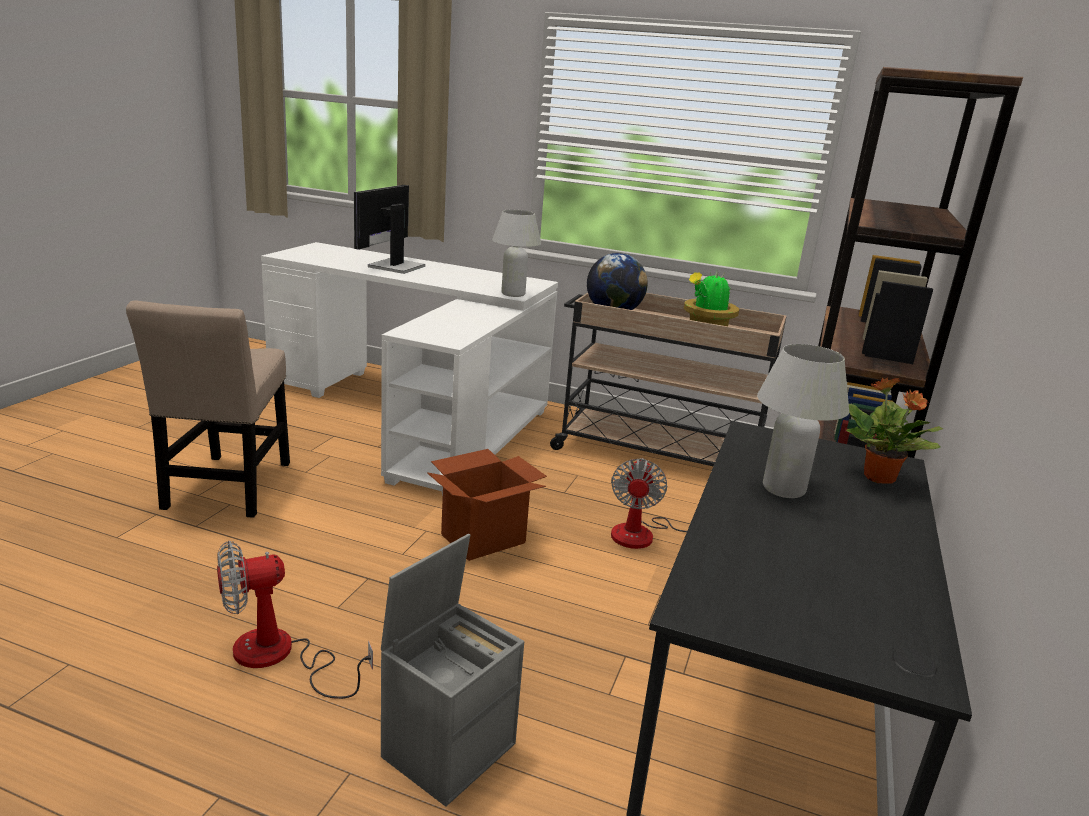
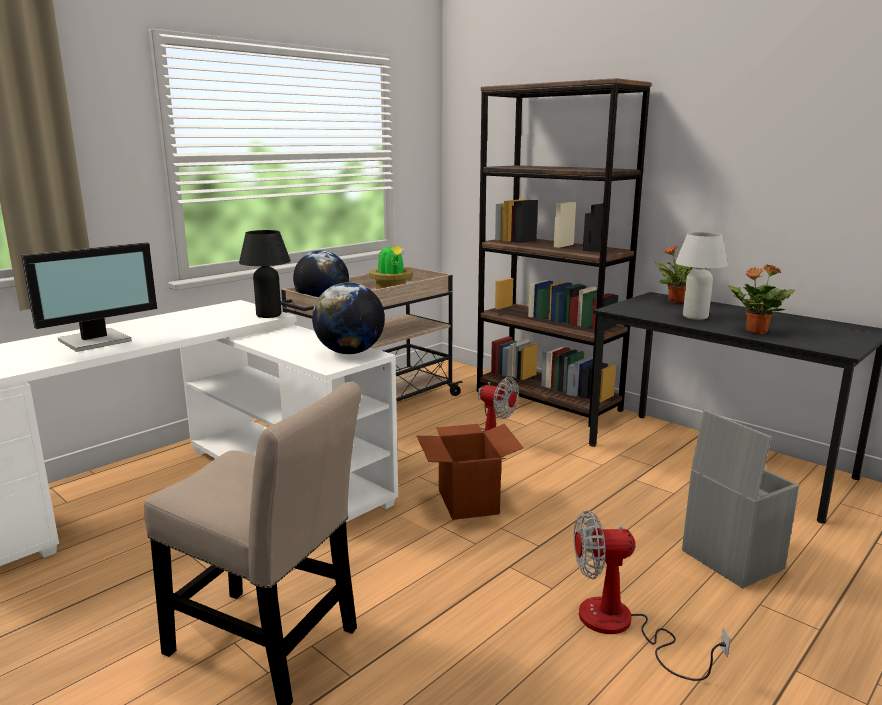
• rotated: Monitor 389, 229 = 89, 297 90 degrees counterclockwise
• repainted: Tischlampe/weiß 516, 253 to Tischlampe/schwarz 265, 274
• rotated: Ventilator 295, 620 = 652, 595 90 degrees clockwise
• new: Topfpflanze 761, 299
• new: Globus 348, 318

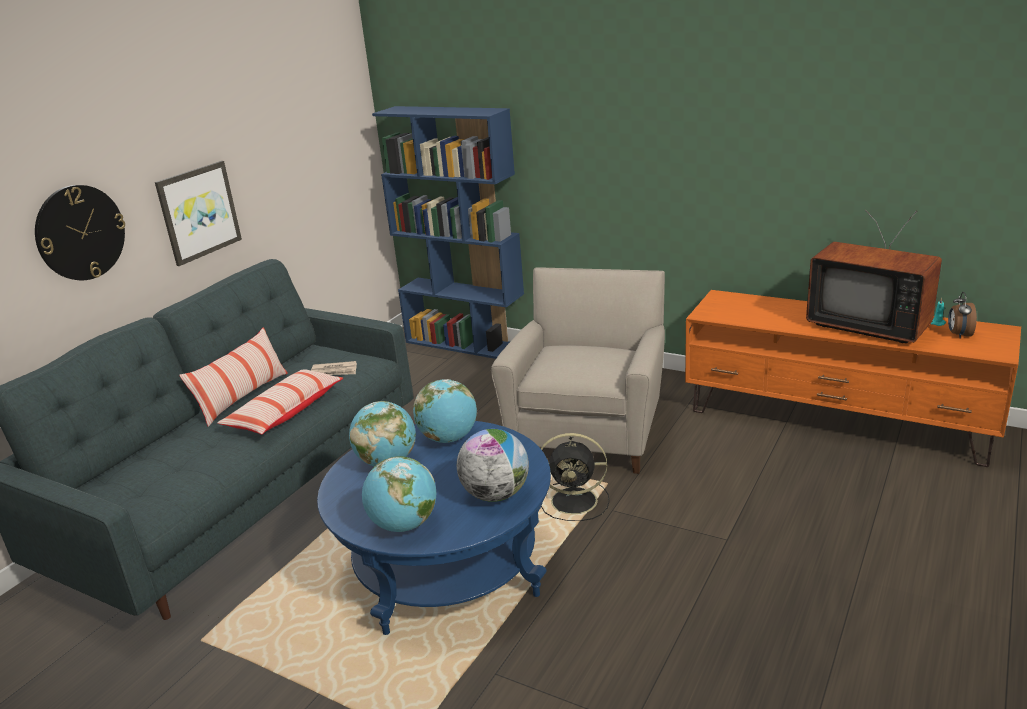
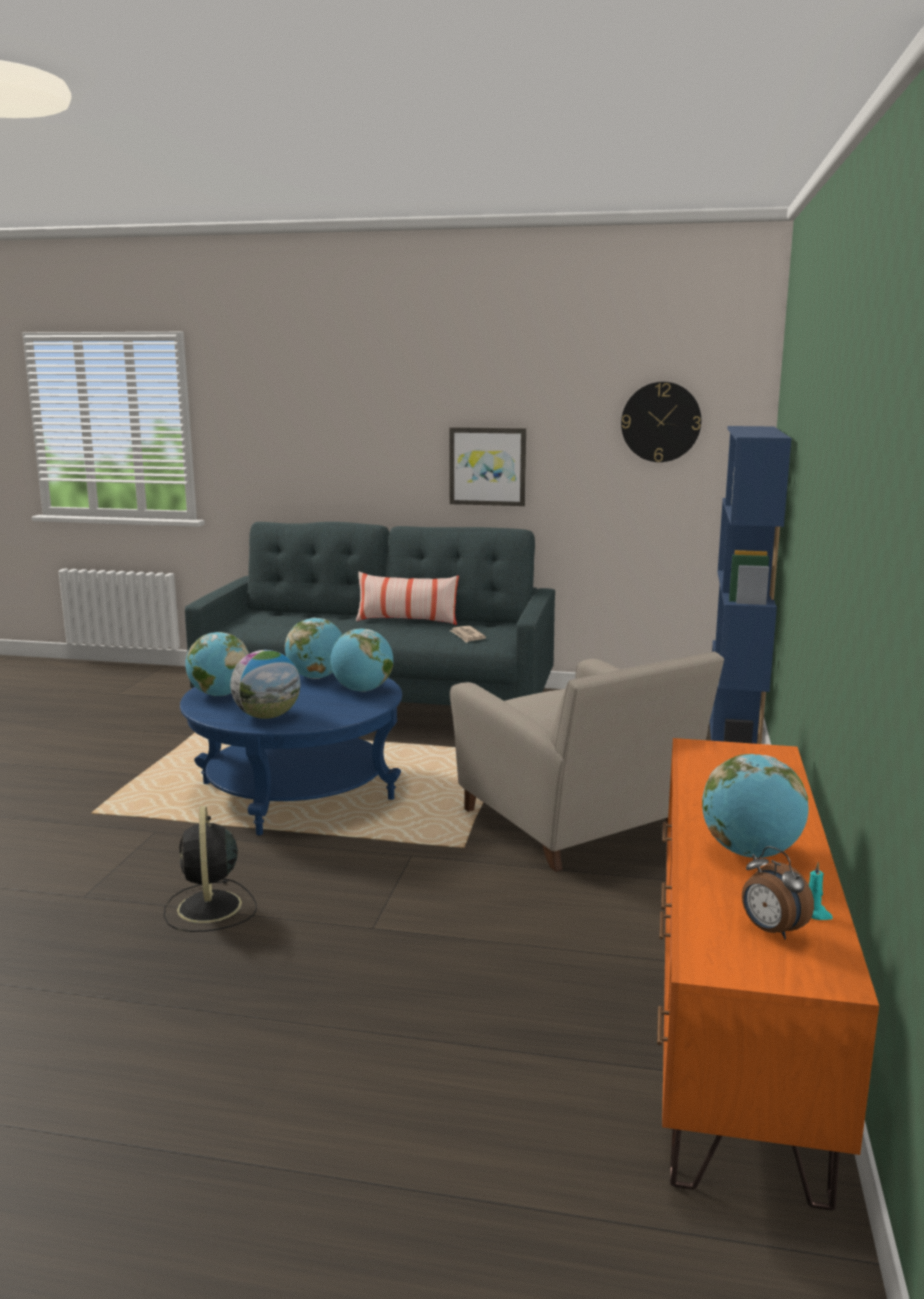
• shifted: Wanduhr 80, 232 to 661, 422
• swapped: Fernseher 874, 276 to Globus 755, 806
• rotated: Sessel/beige 578, 370 = 587, 761 60 degrees clockwise
• rotated: Wecker 962, 315 = 778, 892 120 degrees counterclockwise
• gone: Kissen 280, 402
• shifted: Ventilator/schwarz 575, 477 to 210, 869

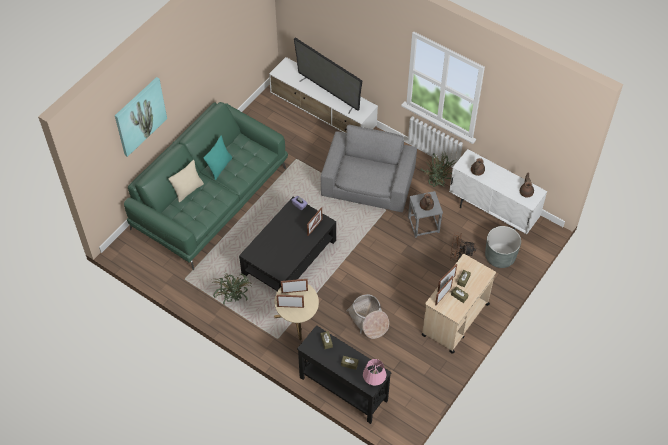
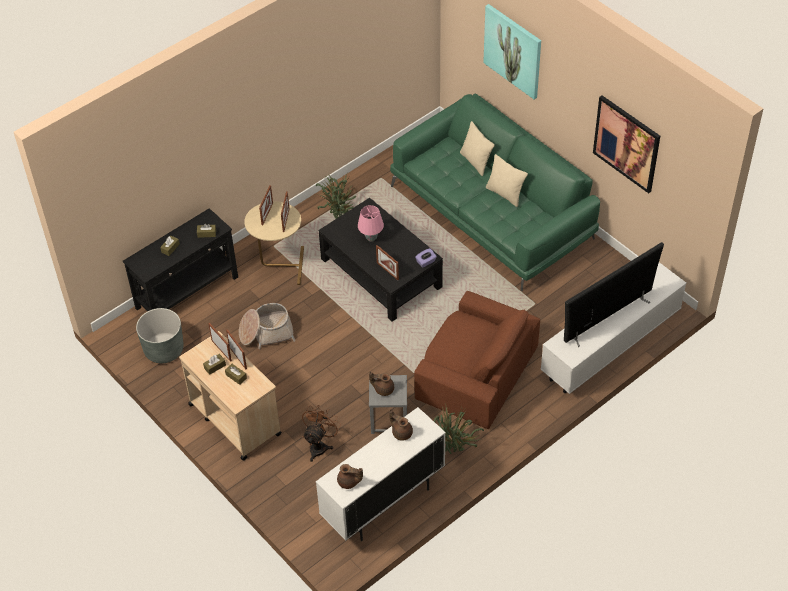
• repainted: Sessel/grau 369, 168 to Sessel/braun 477, 360
• repainted: Kissen/türkis 218, 157 to Kissen/beige 507, 180
• shifted: Pflanzkübel/grau 503, 247 to 160, 335
• shifted: Tischlampe/rosa 374, 372 to 371, 223
• new: Bild 626, 144

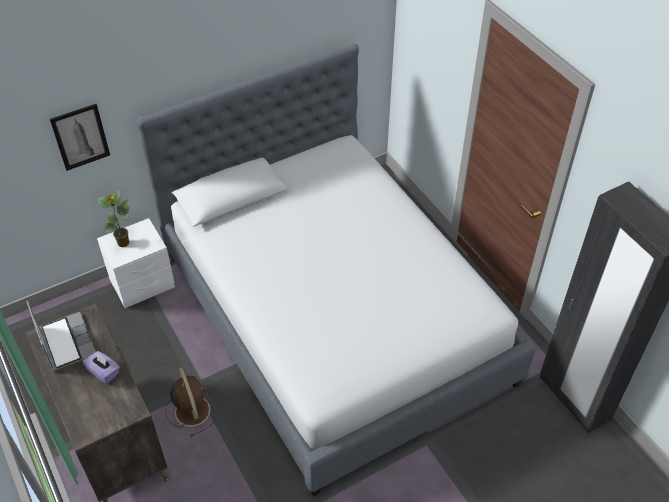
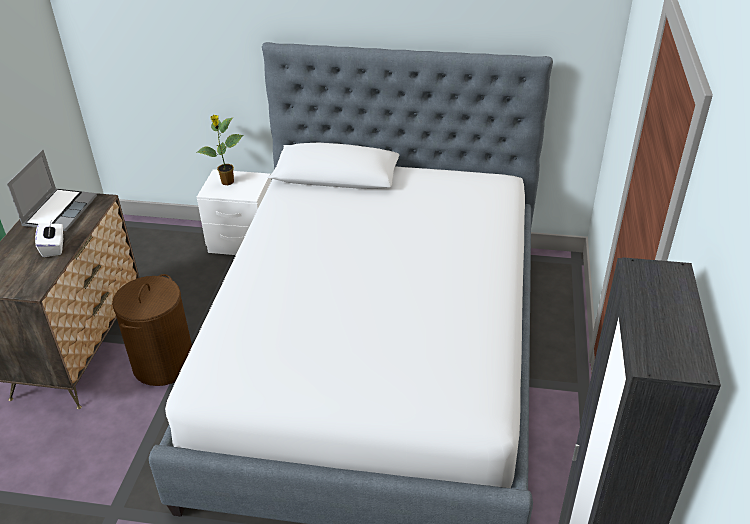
• gone: Bild 80, 137
• repainted: Taschentuchbox/lila 101, 367 to Taschentuchbox/weiß 49, 239
• swapped: Ventilator/braun 191, 402 to Wäschekorb/braun 152, 330

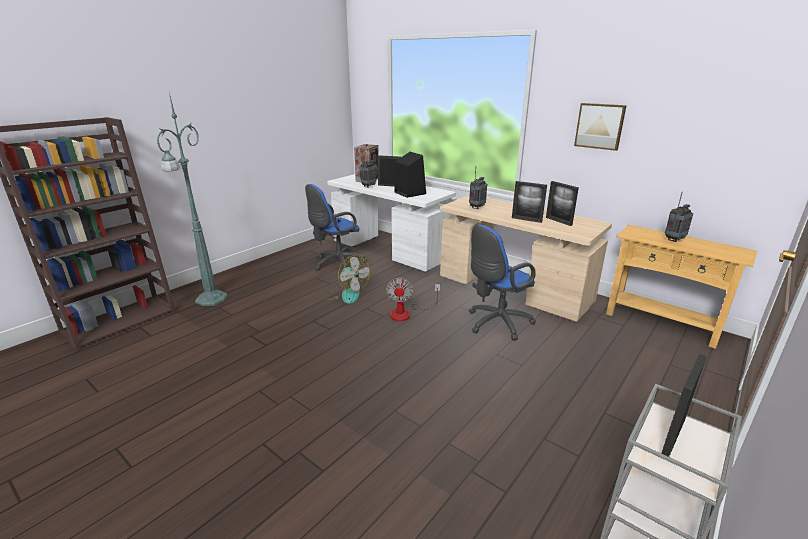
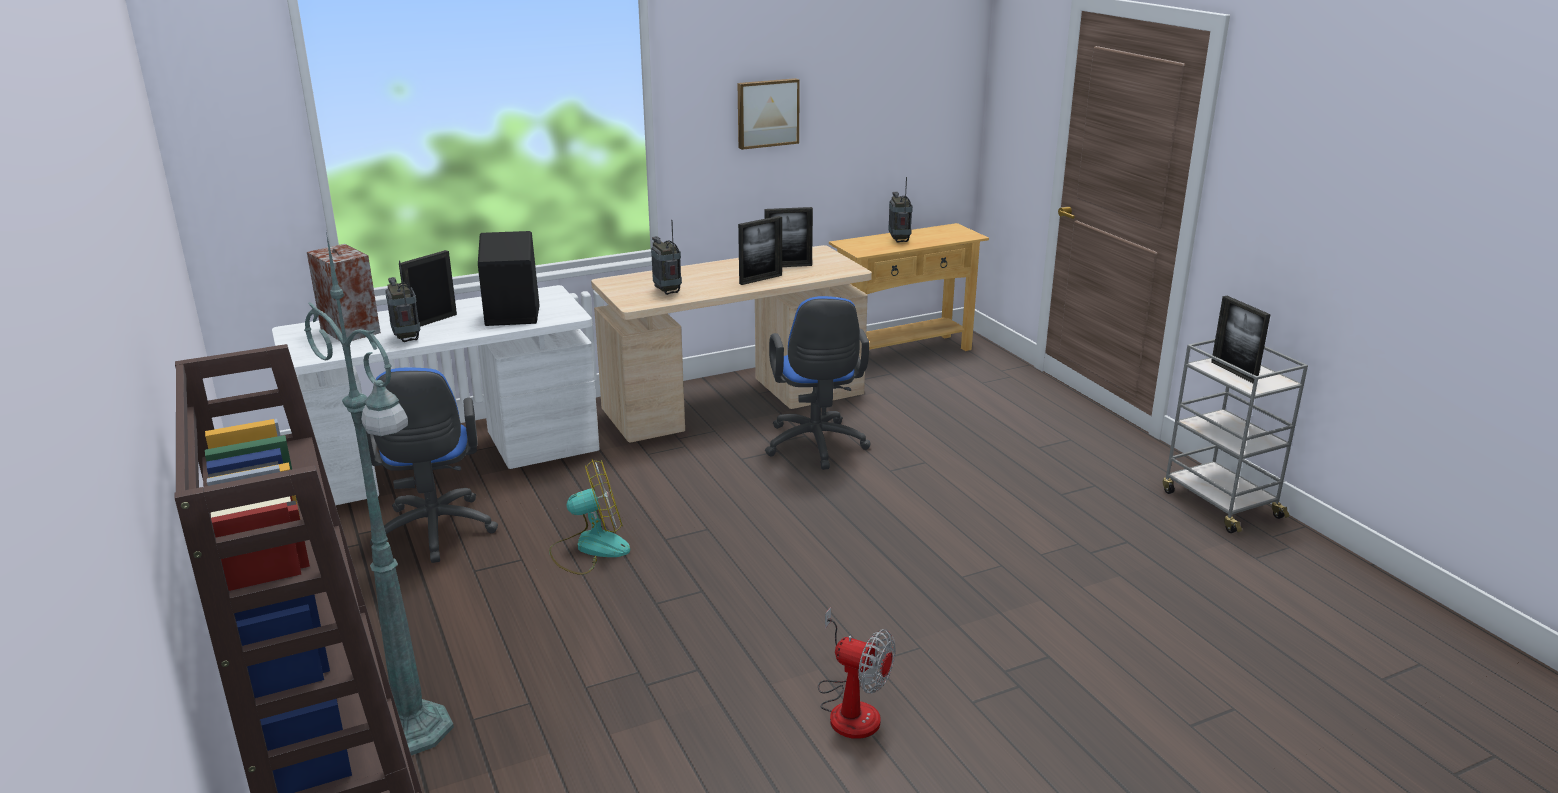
• shifted: Ventilator 413, 299 to 857, 673

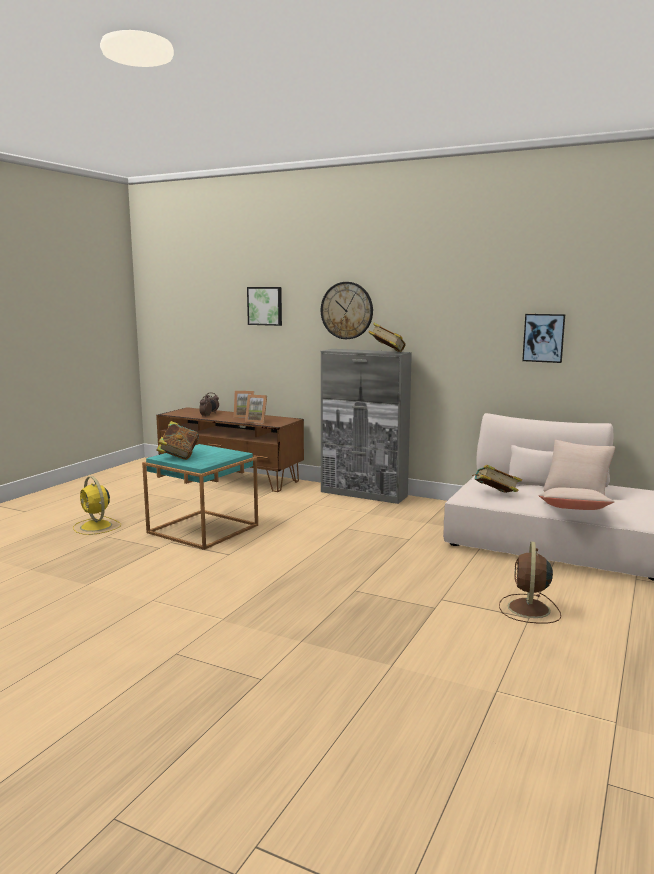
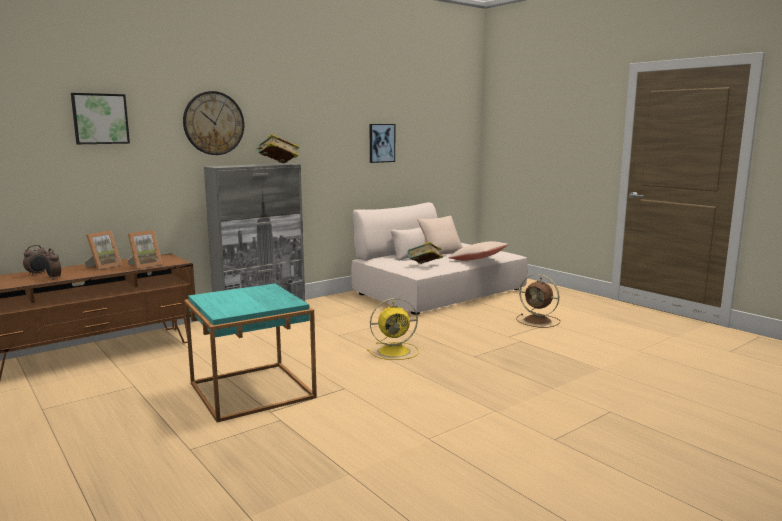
• gone: Buch 177, 440
• shifted: Ventilator/gelb 97, 505 to 393, 329

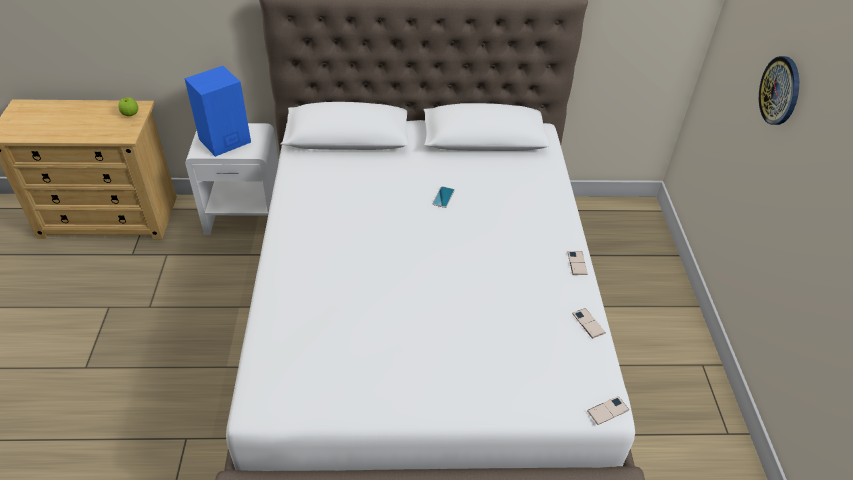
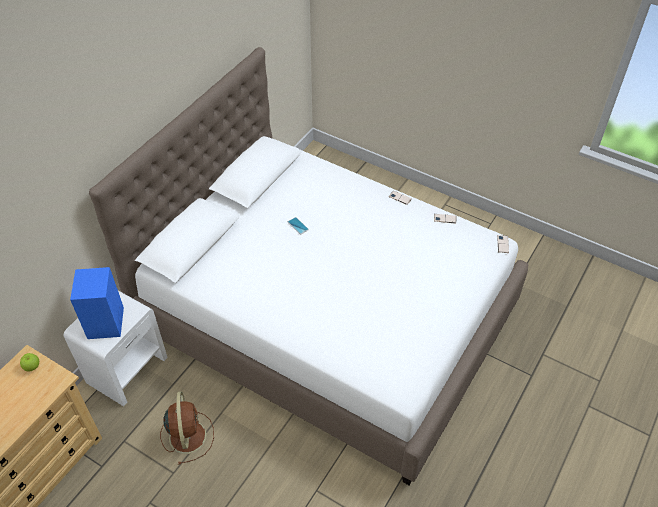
• gone: Wanduhr 779, 90
• new: Ventilator/braun 187, 428

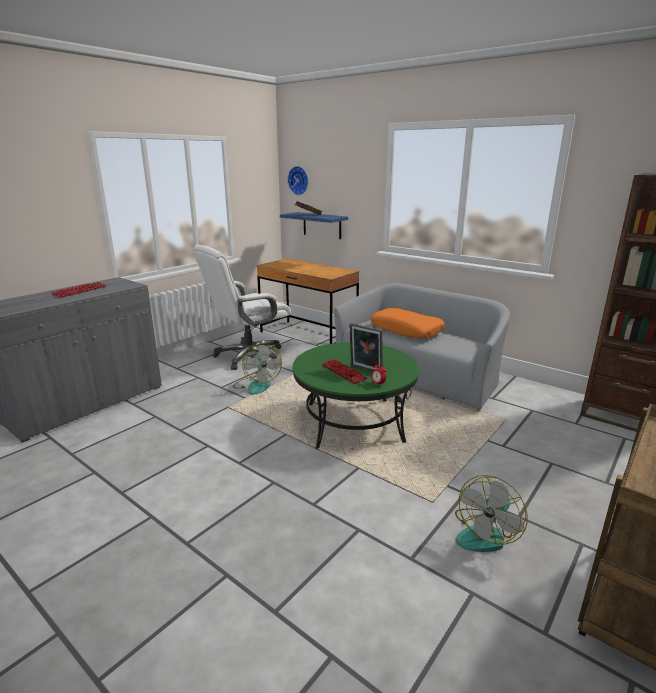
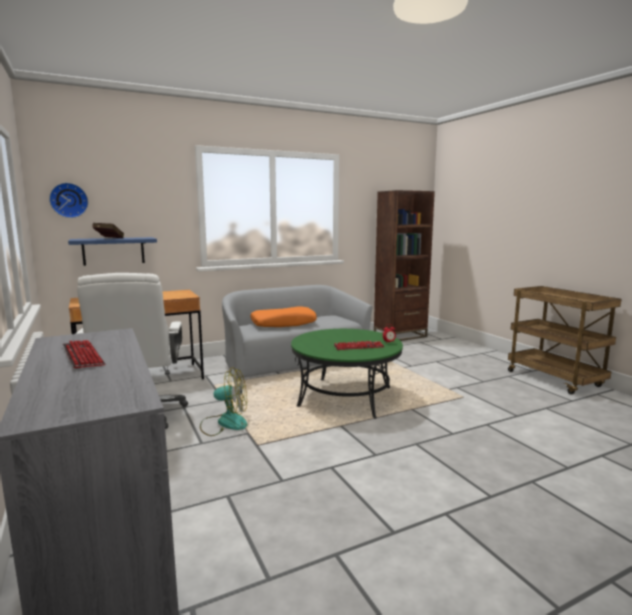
• gone: Bilderrahmen 366, 347
• gone: Ventilator 491, 513

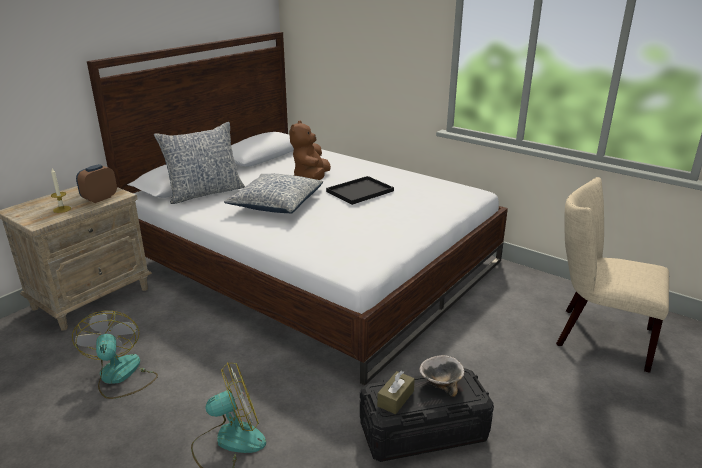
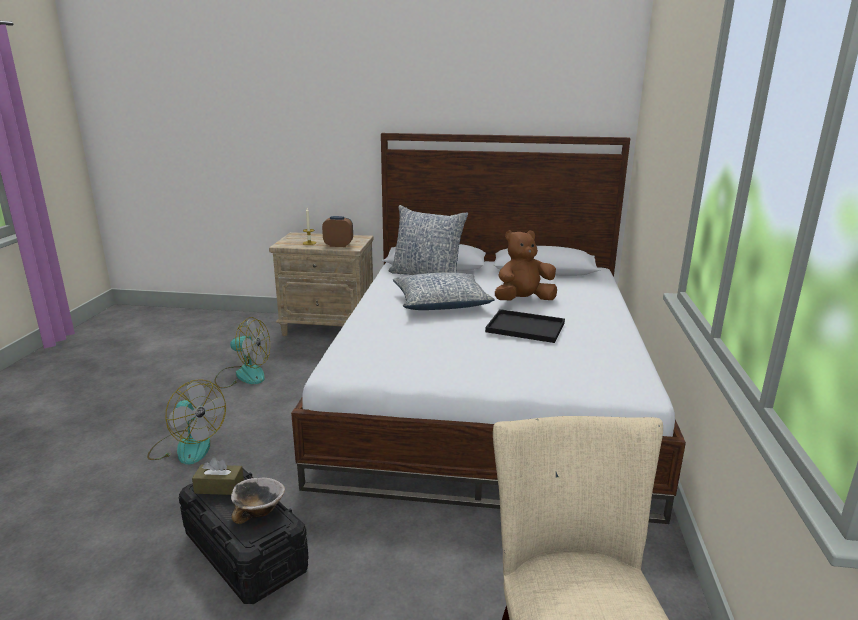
• rotated: Ventilator 115, 355 = 242, 352 60 degrees clockwise

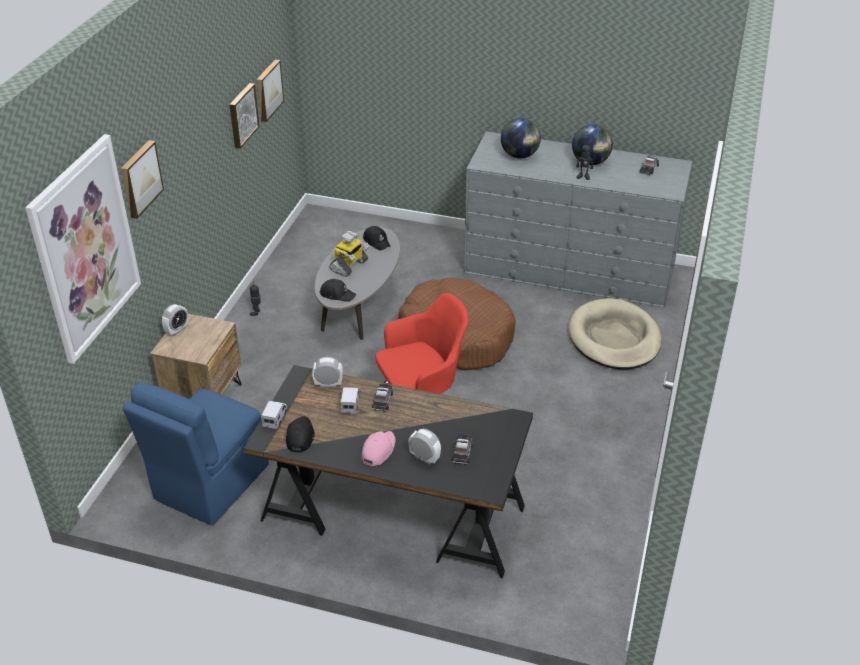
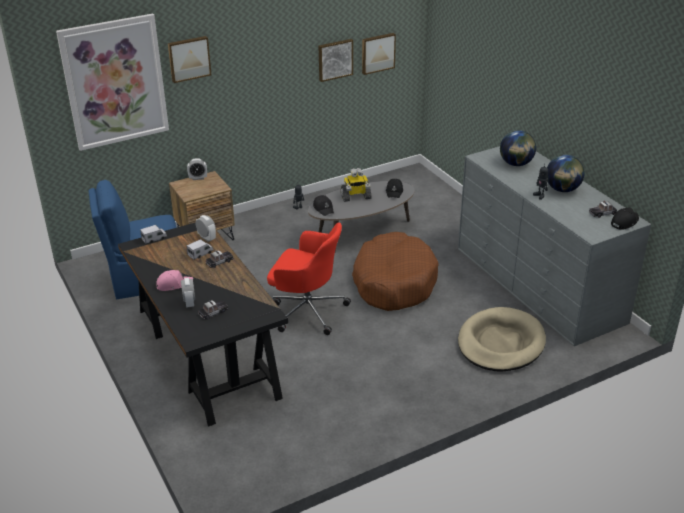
• shifted: Kappe/schwarz 300, 434 to 625, 219

